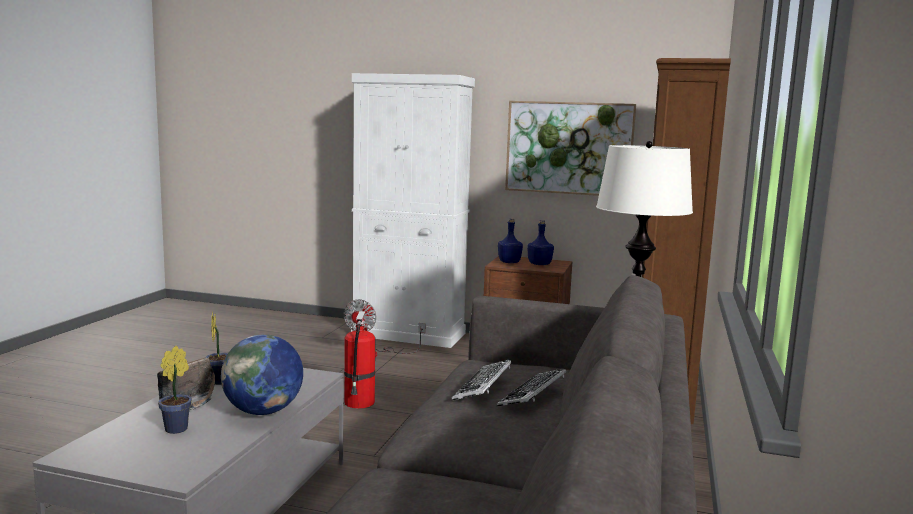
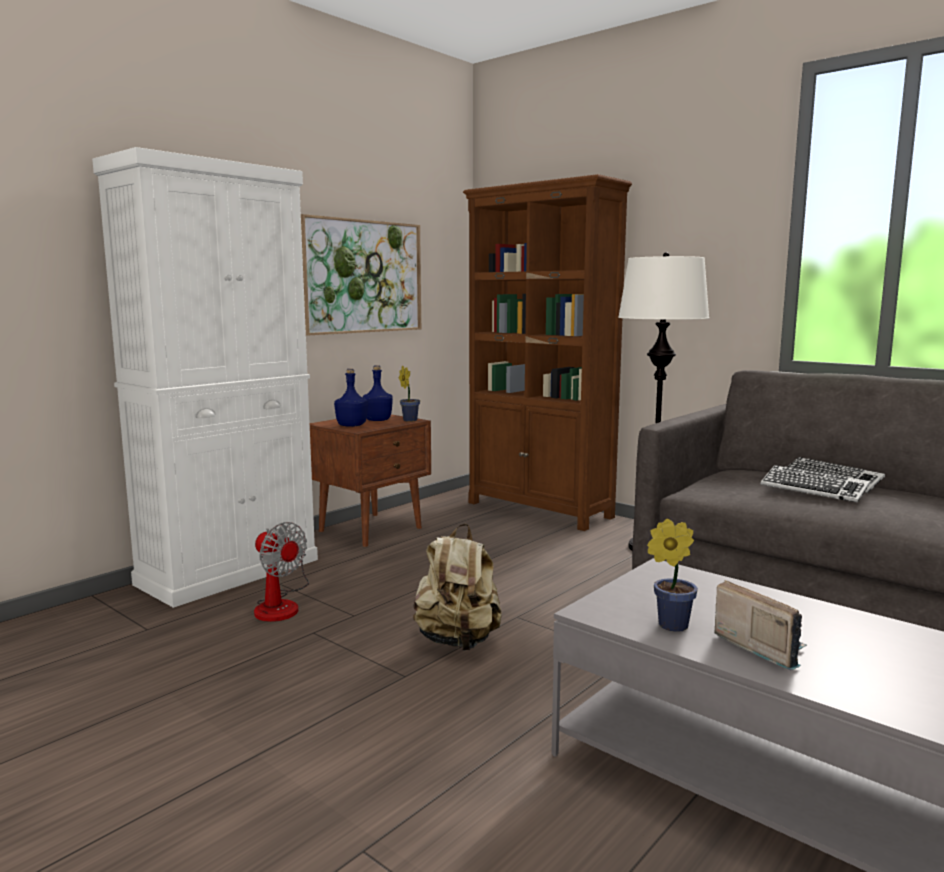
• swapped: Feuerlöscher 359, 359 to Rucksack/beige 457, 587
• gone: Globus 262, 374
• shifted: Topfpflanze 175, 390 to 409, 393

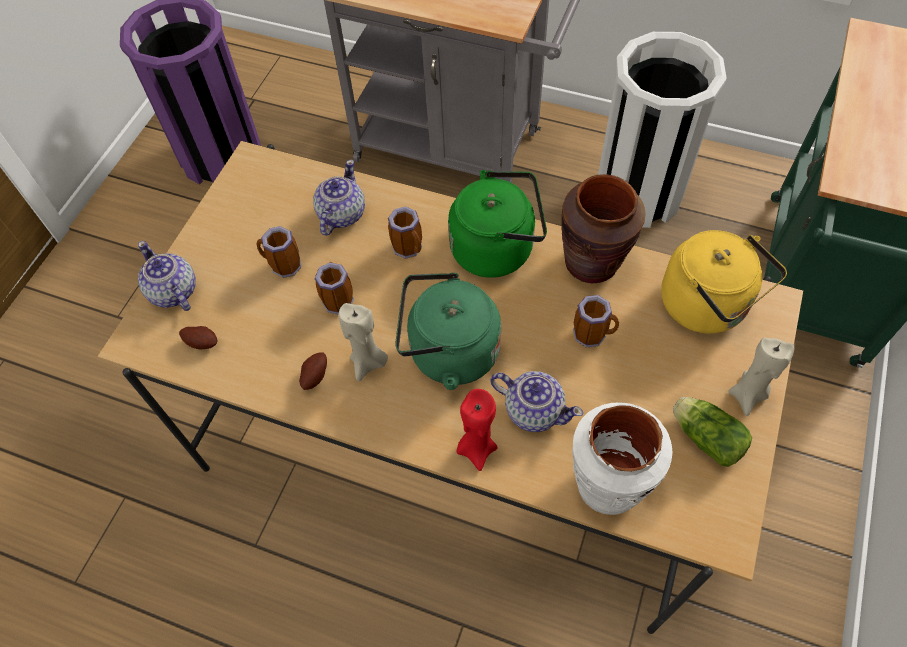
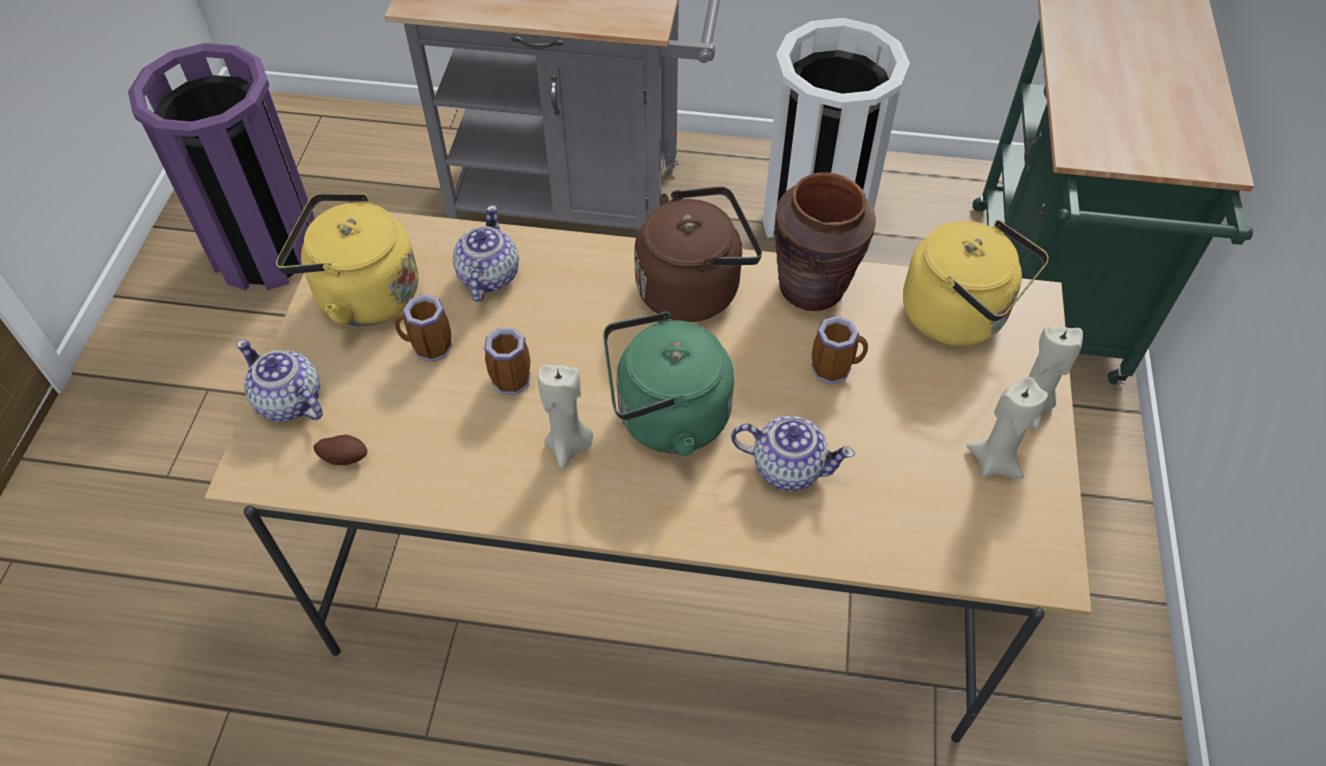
• repainted: Wasserkessel/grün 497, 224 to Wasserkessel/braun 698, 254
• gone: Henkelbecher 405, 233
• gone: Kartoffel 313, 371
• gone: Kerze/rot 477, 430
• swapped: Salatkopf 712, 432 to Kerze/beige 1007, 428
• gone: Vase/weiß 622, 458
• new: Wasserkessel/gelb 347, 259

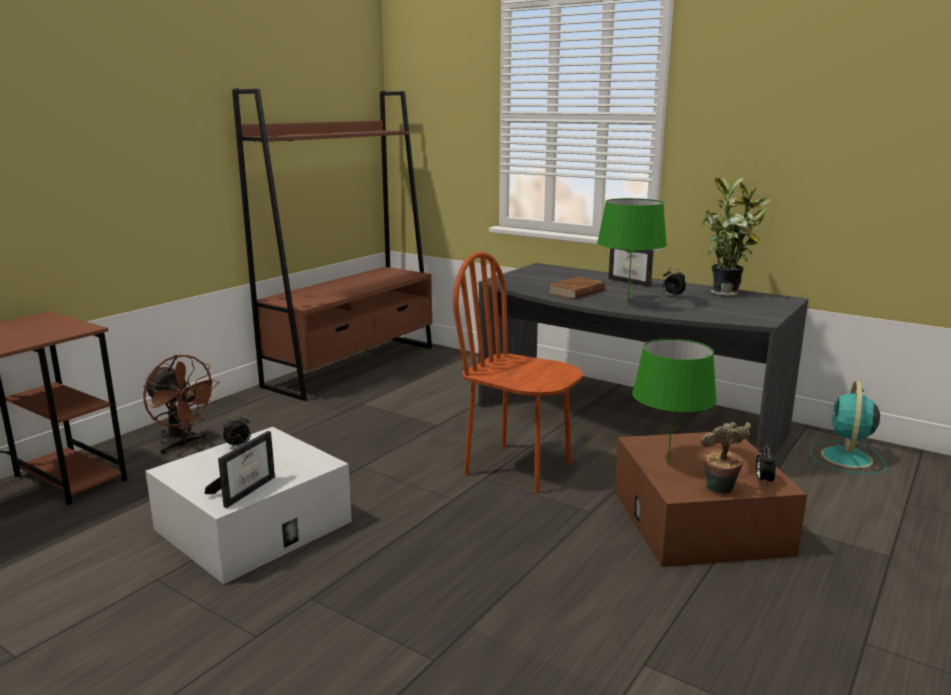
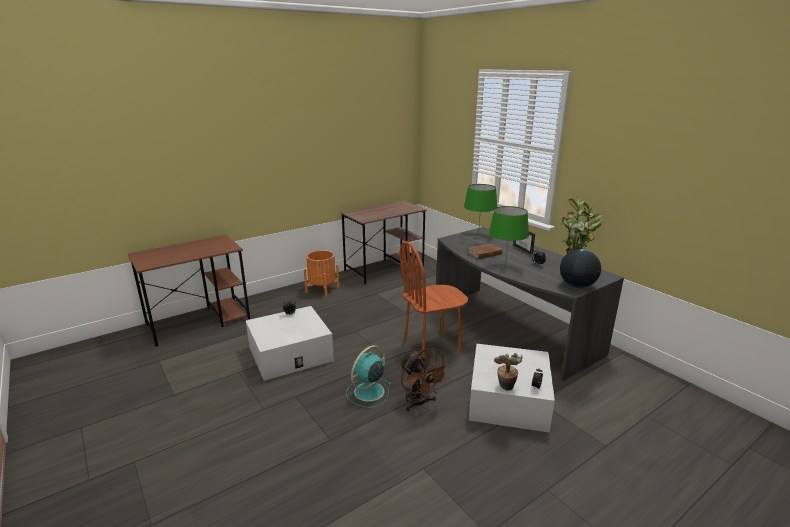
• swapped: Bücherregal/braun 332, 245 to Schreibtisch/braun 383, 242
• rotated: Stuhl/braun 518, 373 = 434, 298 75 degrees counterclockwise
• shifted: Tischlampe/grün 674, 401 to 480, 210
• shifted: Ventilator/braun 181, 405 to 424, 380
• shifted: Ventilator/türkis 849, 427 to 368, 376
• gone: Bilderrahmen 239, 469
• repainted: Aufbewahrungsbox/braun 711, 499 to Aufbewahrungsbox/weiß 512, 388
• new: Globus 580, 268
• new: Pflanzkübel/orange 321, 273

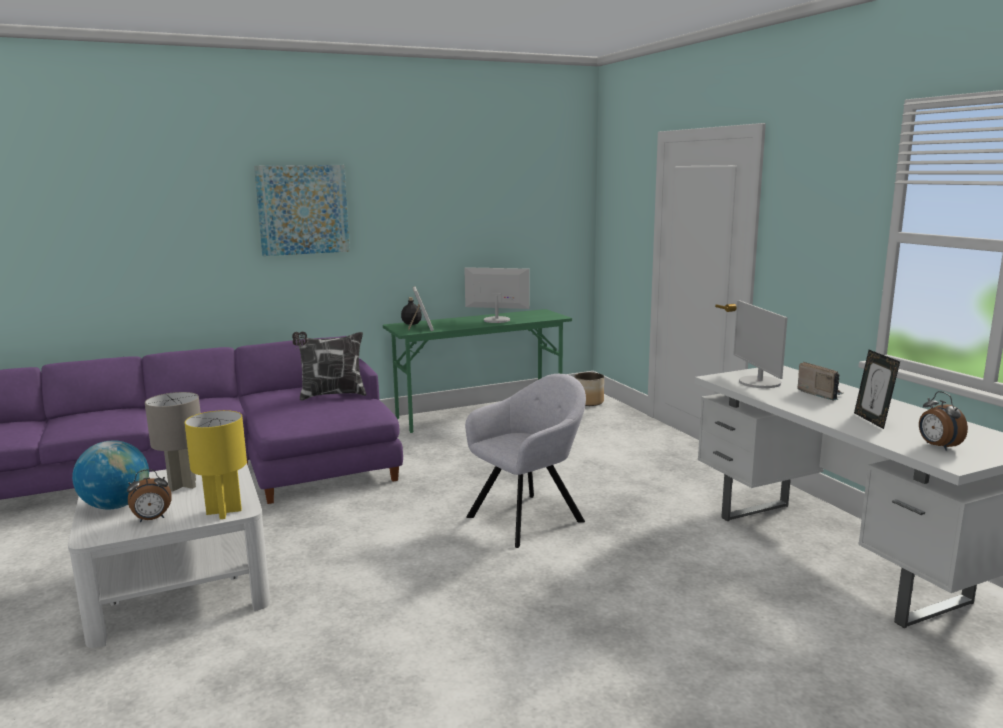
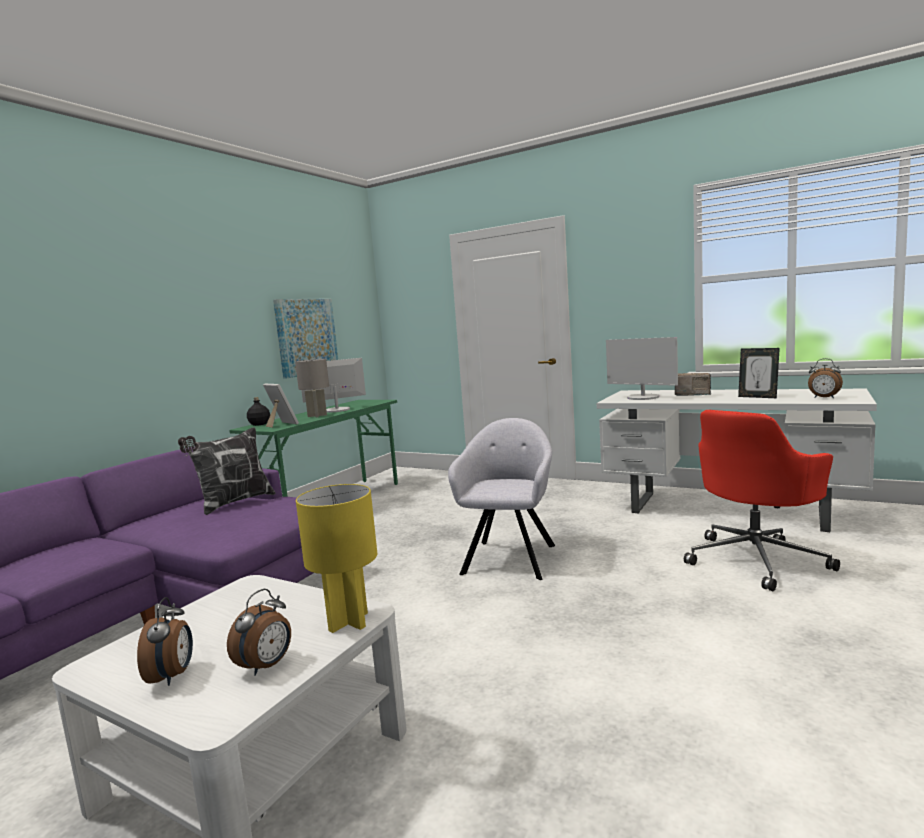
• shifted: Bild 302, 210 to 305, 339
• gone: Pflanzkübel 589, 389
• shifted: Tischlampe/grau 173, 442 to 312, 388
• swapped: Globus 110, 474 to Wecker 165, 641
• new: Bürostuhl/rot 762, 500

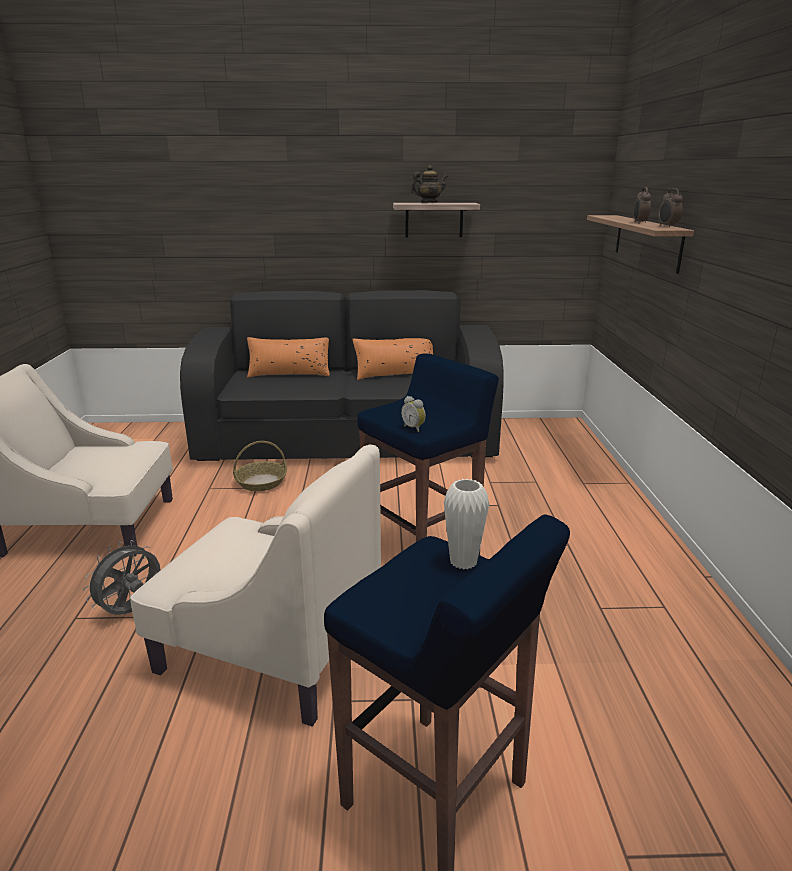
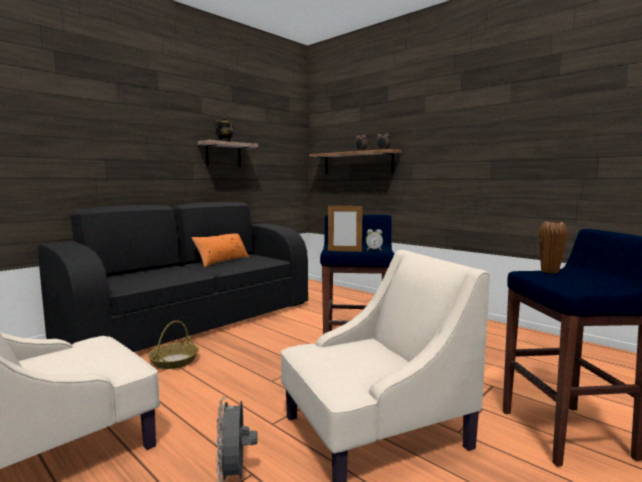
• gone: Kissen/orange 288, 357
• repainted: Vase/weiß 466, 524 to Vase/braun 553, 247
• new: Bilderrahmen 345, 228

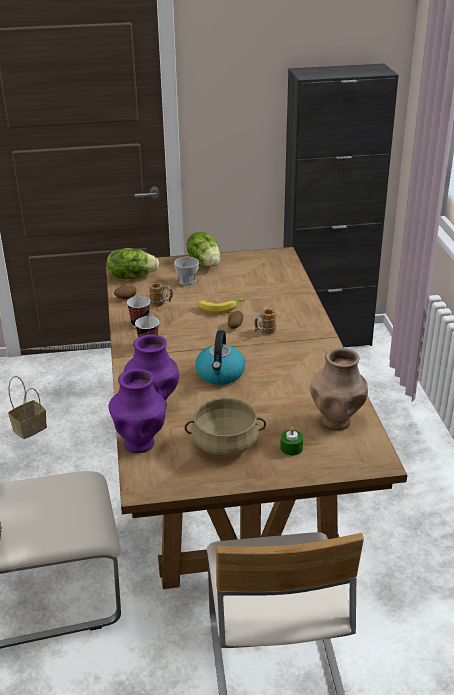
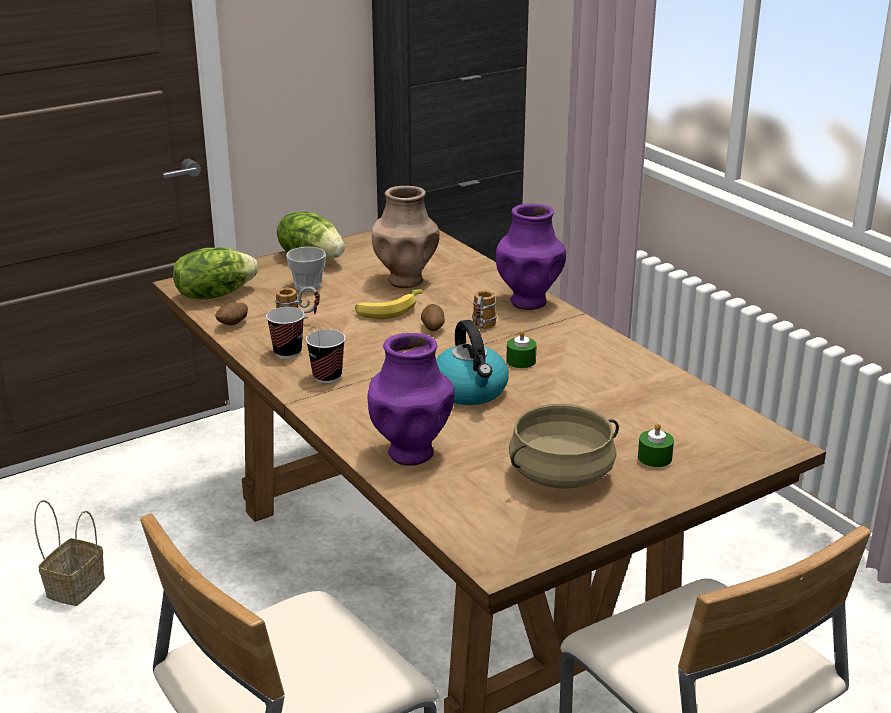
• shifted: Vase/braun 339, 389 to 405, 237
• shifted: Vase/lila 137, 410 to 531, 257
• new: Kerze/grün 521, 348

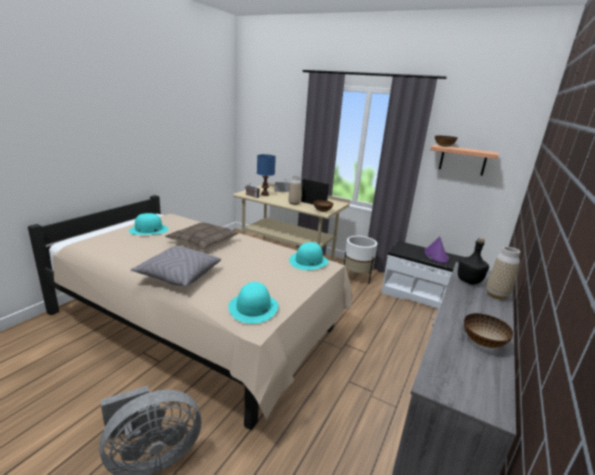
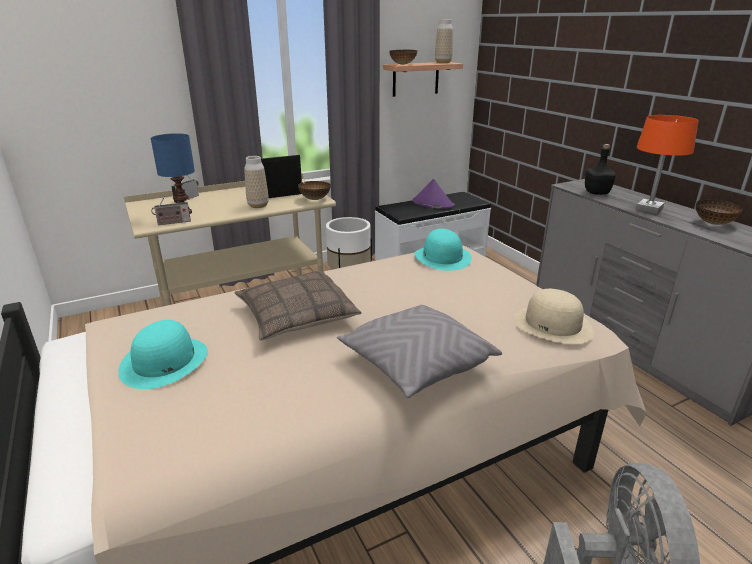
• shifted: Vase 503, 273 to 444, 41
• repainted: Hut/türkis 253, 303 to Hut/beige 553, 316
• new: Tischlampe/orange 667, 164

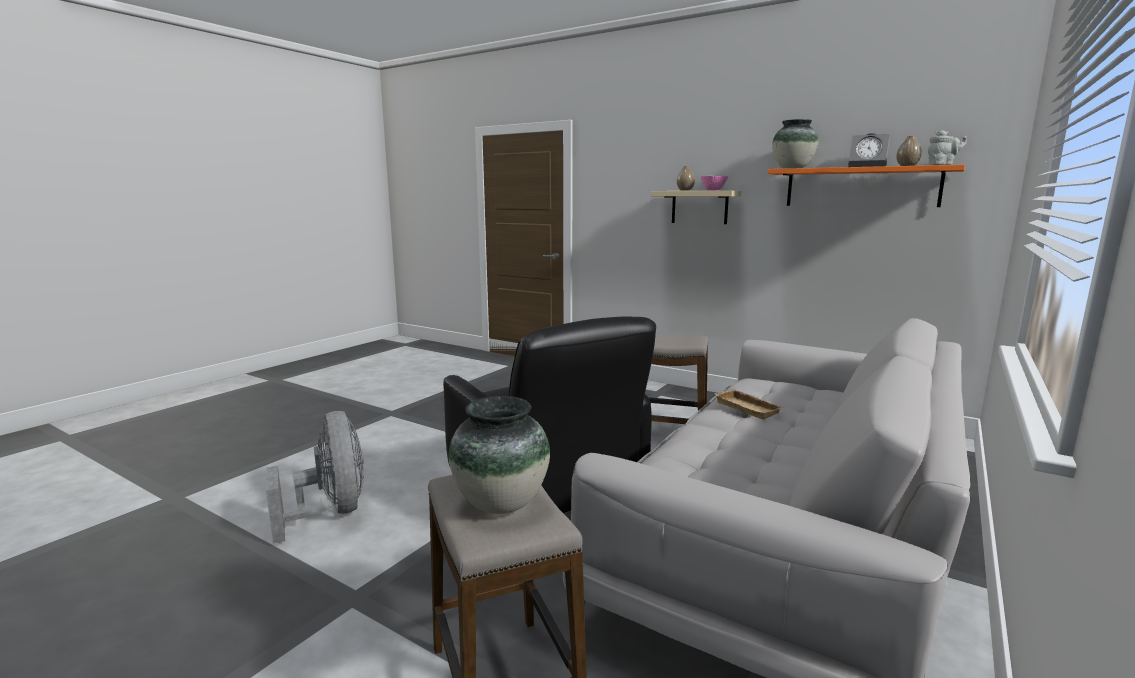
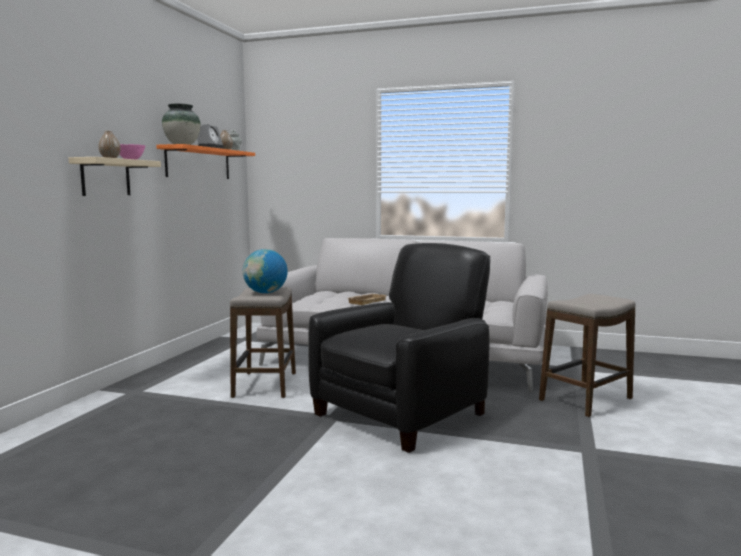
• gone: Vase 499, 455
• gone: Ventilator/grau 315, 477
• new: Globus 265, 271

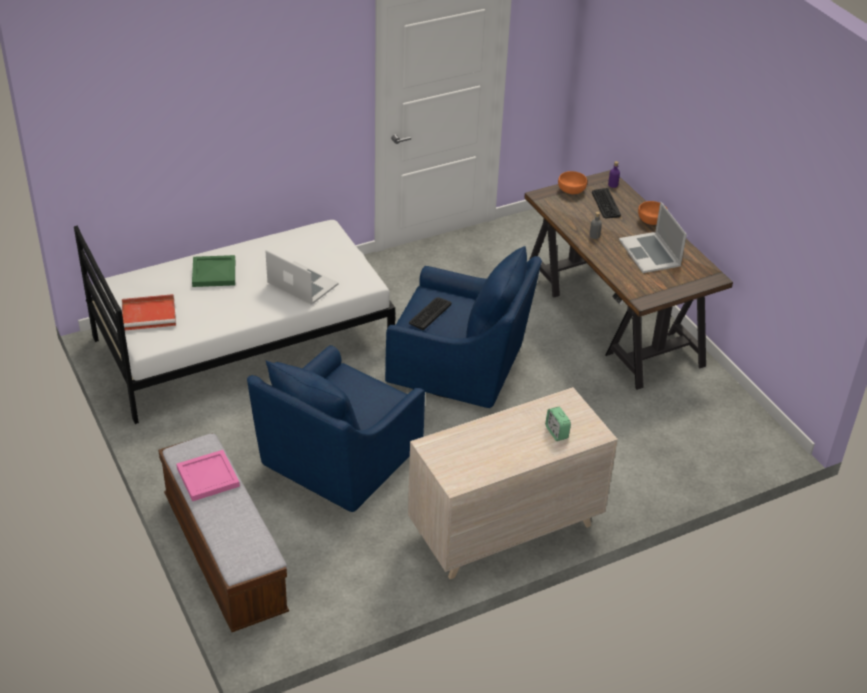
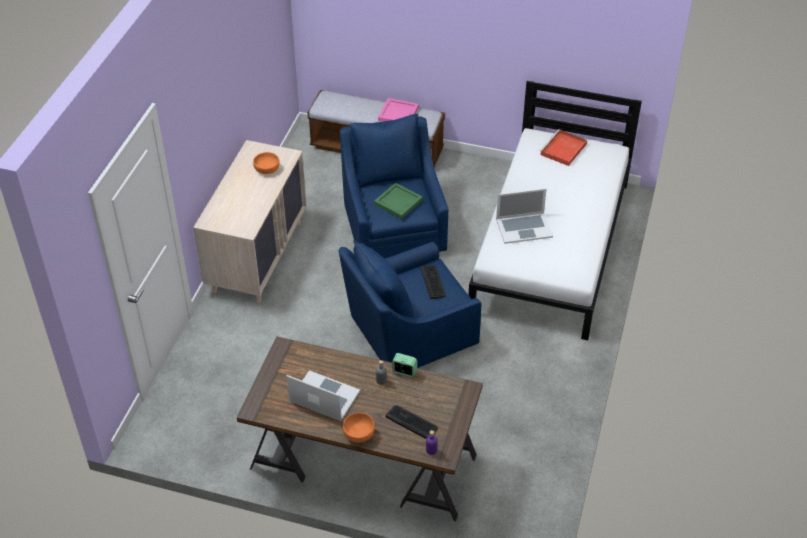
• shifted: Schüssel/orange 572, 182 to 266, 163
• shifted: Tablett/grün 213, 271 to 398, 201
• shifted: Wecker 558, 424 to 404, 365

